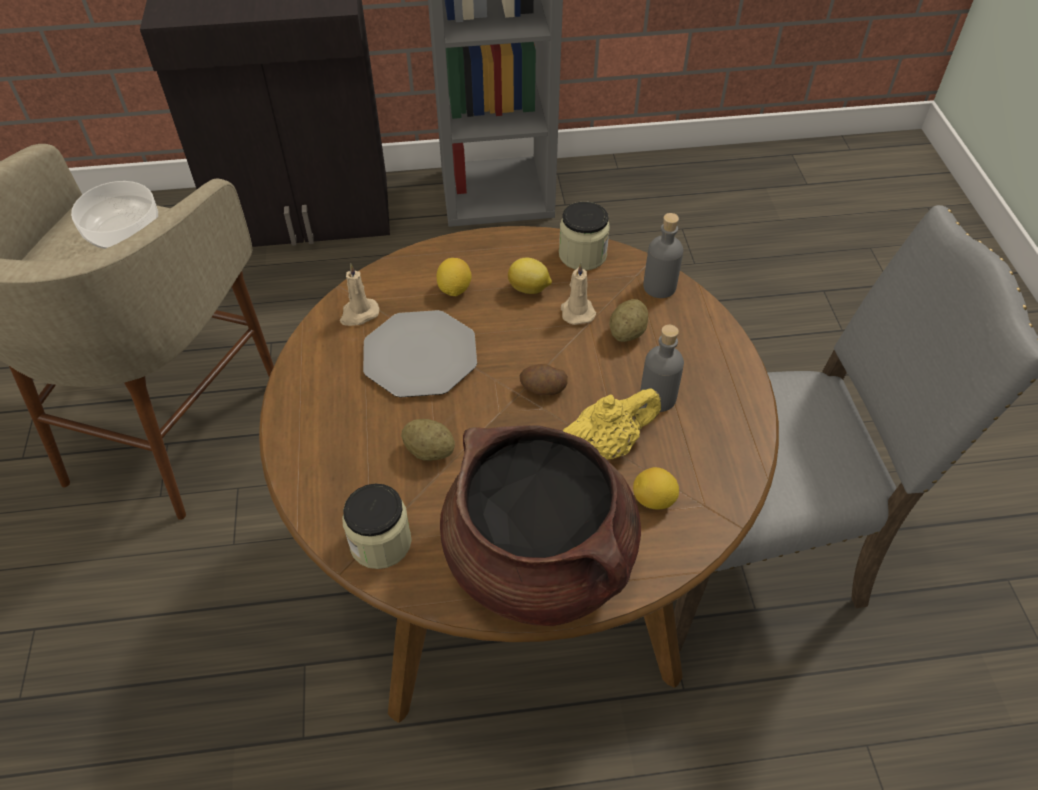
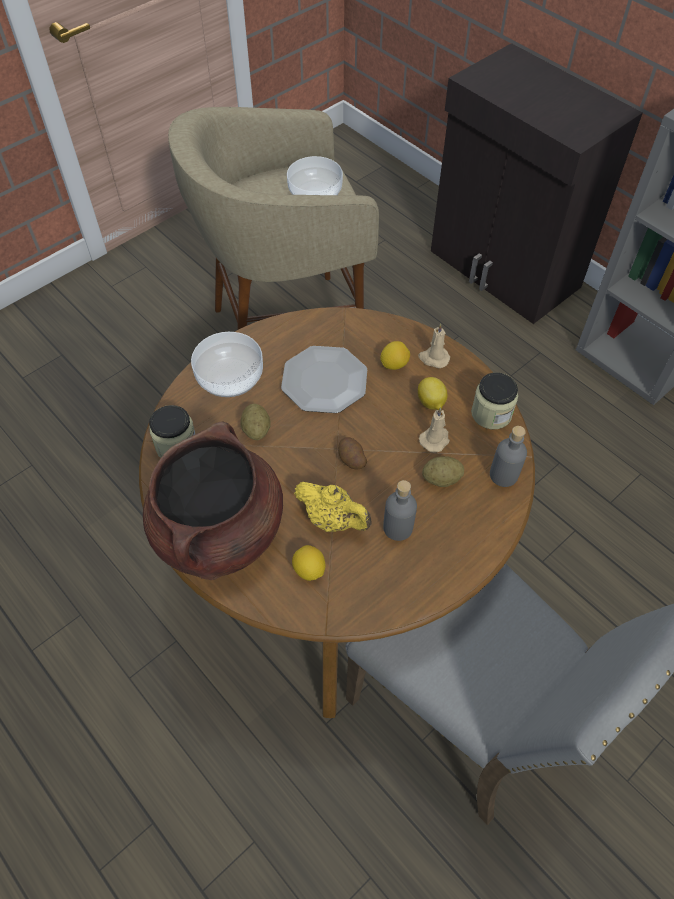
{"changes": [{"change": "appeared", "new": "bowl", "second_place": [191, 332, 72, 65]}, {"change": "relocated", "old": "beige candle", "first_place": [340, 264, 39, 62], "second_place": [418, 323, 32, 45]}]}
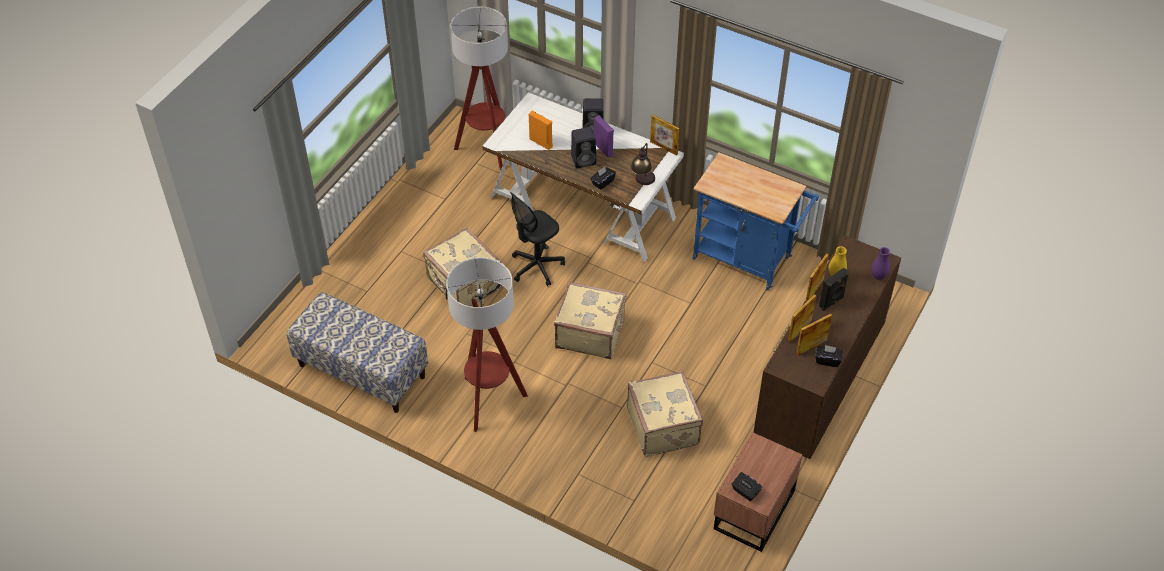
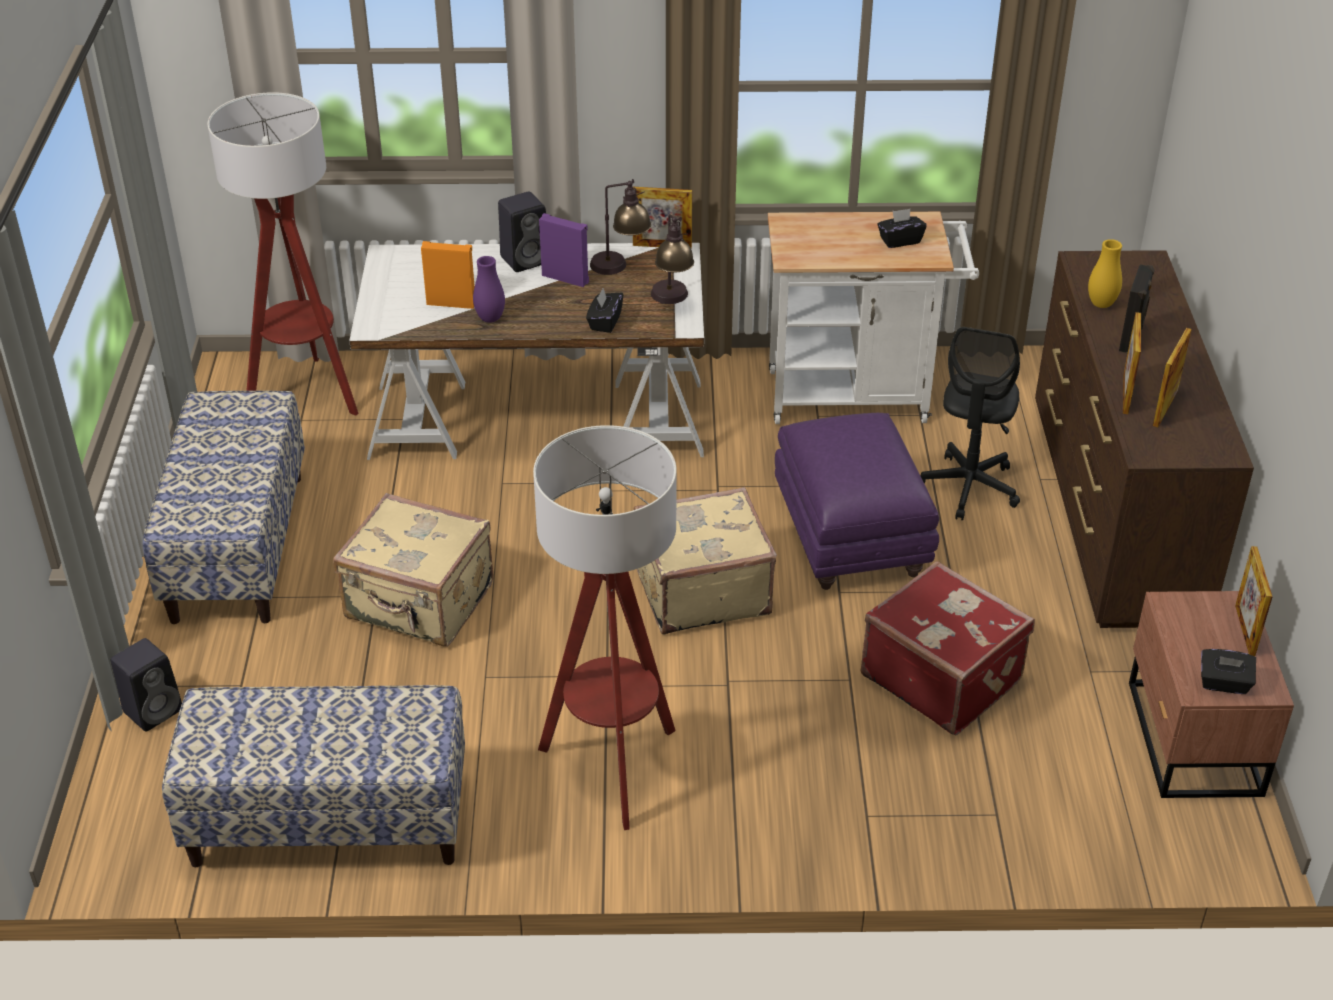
{"changes": [{"change": "appeared", "new": "bench", "second_place": [142, 391, 163, 233]}, {"change": "appeared", "new": "table lamp", "second_place": [590, 179, 61, 96]}, {"change": "appeared", "new": "purple ottoman", "second_place": [775, 413, 164, 177]}, {"change": "relocated", "old": "black office chair", "first_place": [510, 192, 55, 94], "second_place": [921, 327, 99, 193]}, {"change": "relocated", "old": "black speaker", "first_place": [571, 127, 25, 41], "second_place": [111, 638, 71, 94]}, {"change": "relocated", "old": "picture frame", "first_place": [805, 254, 24, 48], "second_place": [1235, 546, 38, 110]}, {"change": "relocated", "old": "black tissue box", "first_place": [815, 345, 28, 22], "second_place": [878, 209, 49, 39]}, {"change": "relocated", "old": "purple vase", "first_place": [871, 247, 19, 33], "second_place": [473, 256, 32, 67]}, {"change": "colour", "old": "beige suitcase", "new": "red suitcase", "first_place": [627, 371, 76, 86], "second_place": [860, 561, 175, 174]}, {"change": "colour", "old": "blue cart", "new": "white cart", "first_place": [693, 152, 126, 138], "second_place": [768, 212, 211, 212]}]}
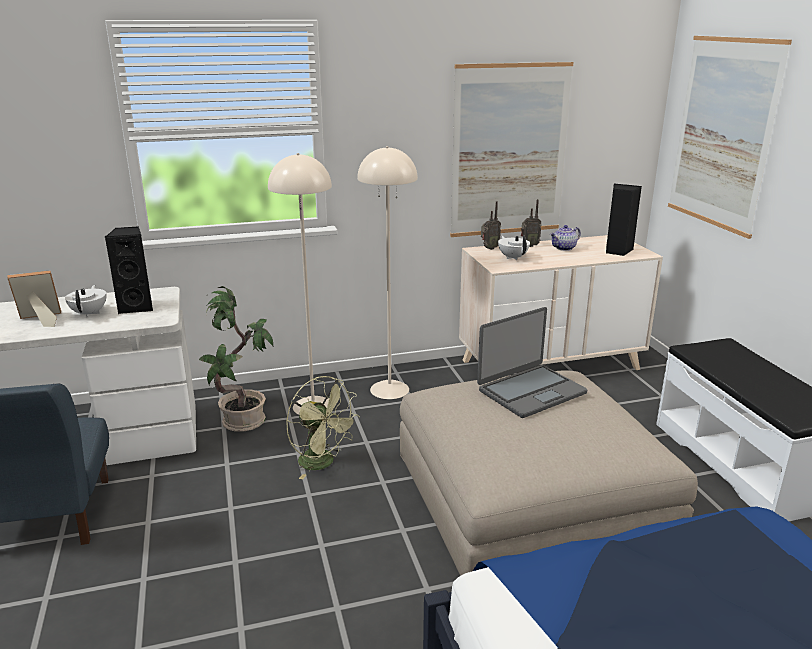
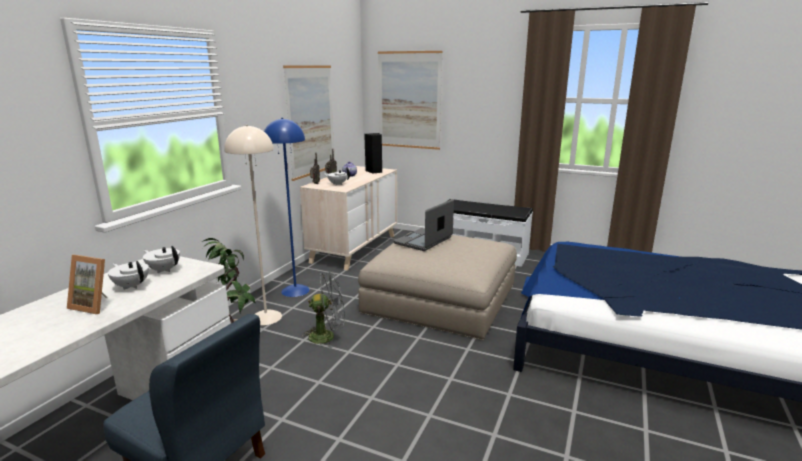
{"changes": [{"change": "exchanged", "old": "black speaker", "new": "white teapot", "first_place": [105, 226, 48, 88], "second_place": [143, 246, 37, 27]}, {"change": "colour", "old": "green fan", "new": "grey fan", "first_place": [286, 376, 74, 103], "second_place": [301, 272, 44, 77]}, {"change": "colour", "old": "beige floor lamp", "new": "blue floor lamp", "first_place": [357, 146, 61, 253], "second_place": [264, 118, 46, 179]}, {"change": "spun", "old": "picture frame", "first_place": [7, 270, 54, 57], "second_place": [67, 255, 41, 59], "degrees": -90}, {"change": "spun", "old": "laptop", "first_place": [477, 307, 110, 111], "second_place": [394, 199, 60, 52], "degrees": -150}]}
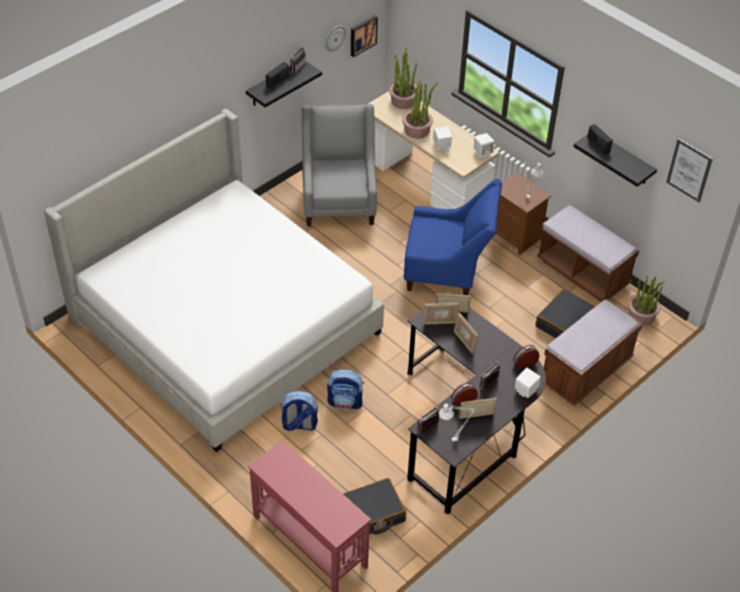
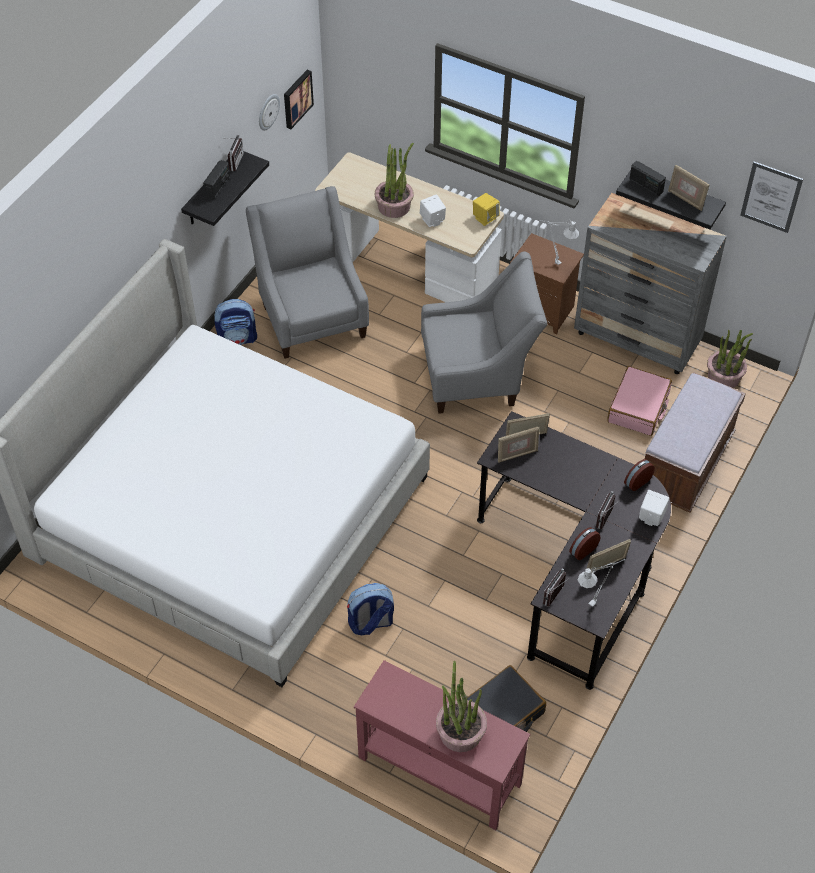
{"changes": [{"change": "relocated", "old": "backpack", "first_place": [327, 369, 37, 40], "second_place": [214, 299, 43, 46]}, {"change": "relocated", "old": "potted plant", "first_place": [389, 47, 30, 62], "second_place": [436, 661, 51, 91]}, {"change": "relocated", "old": "picture frame", "first_place": [454, 312, 24, 42], "second_place": [668, 165, 41, 46]}, {"change": "exchanged", "old": "brown bench", "new": "grey dresser", "first_place": [537, 204, 102, 98], "second_place": [574, 193, 153, 181]}, {"change": "colour", "old": "blue armchair", "new": "grey armchair", "first_place": [404, 179, 98, 116], "second_place": [421, 251, 126, 163]}, {"change": "colour", "old": "white speaker", "new": "yellow speaker", "first_place": [474, 133, 20, 25], "second_place": [473, 193, 27, 33]}, {"change": "colour", "old": "black suitcase", "new": "pink suitcase", "first_place": [536, 288, 59, 50], "second_place": [607, 366, 65, 70]}]}
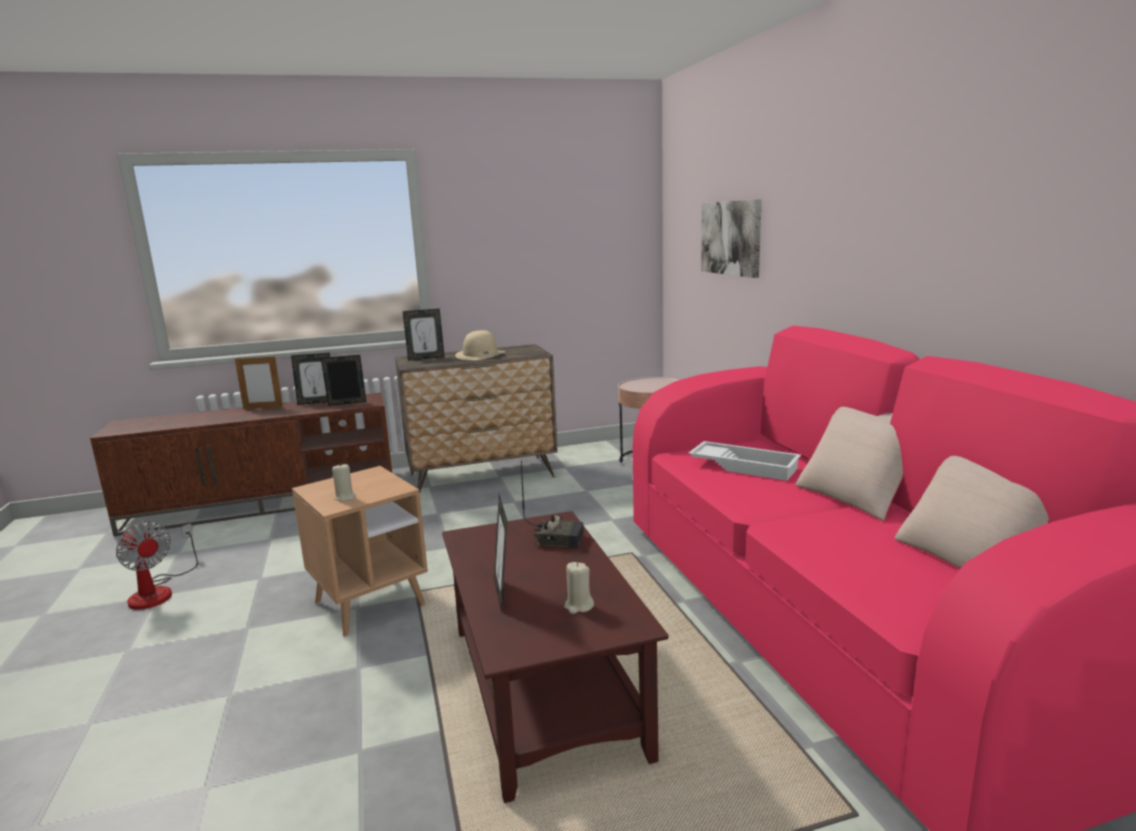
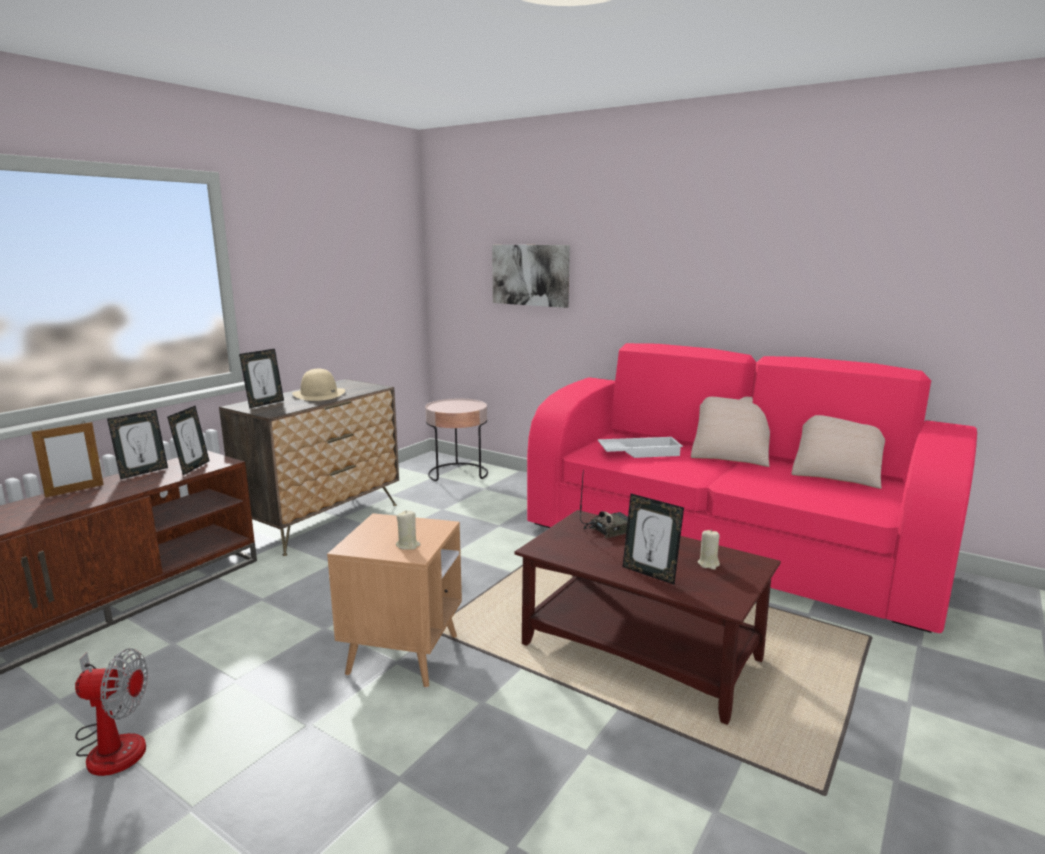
{"changes": [{"change": "spun", "old": "picture frame", "first_place": [321, 355, 45, 51], "second_place": [167, 406, 42, 69], "degrees": 150}]}
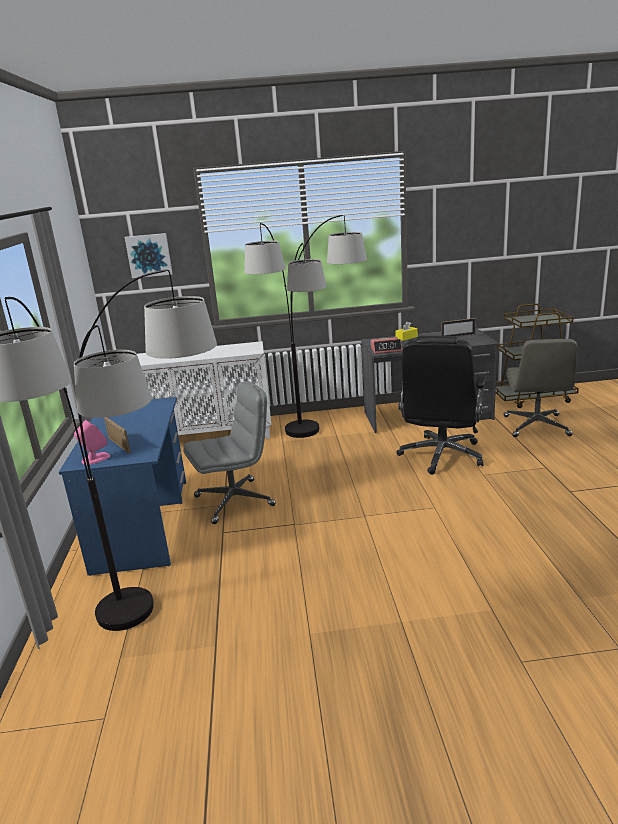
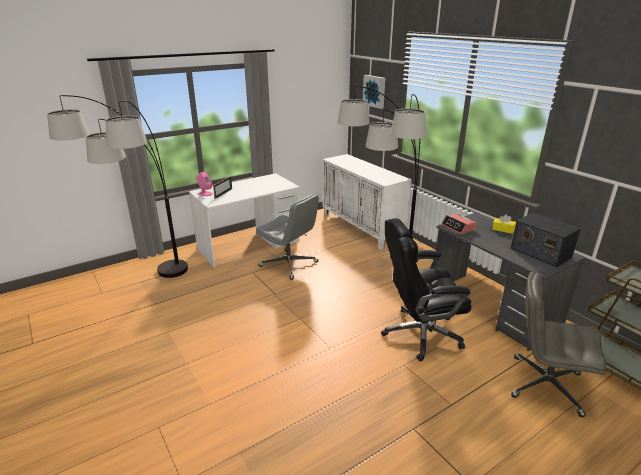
{"changes": [{"change": "exchanged", "old": "picture frame", "new": "radio", "first_place": [441, 318, 35, 19], "second_place": [511, 213, 69, 54]}, {"change": "colour", "old": "blue desk", "new": "white desk", "first_place": [59, 397, 127, 179], "second_place": [189, 173, 111, 95]}, {"change": "spun", "old": "grey office chair", "first_place": [504, 339, 74, 98], "second_place": [511, 272, 95, 145], "degrees": 45}]}
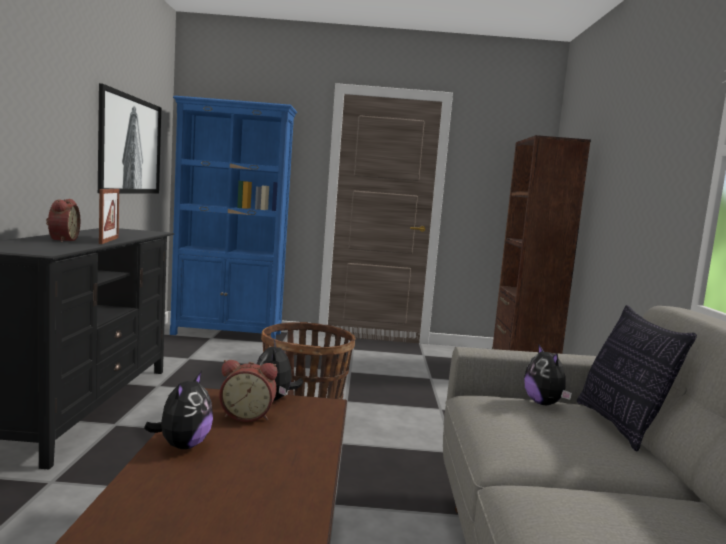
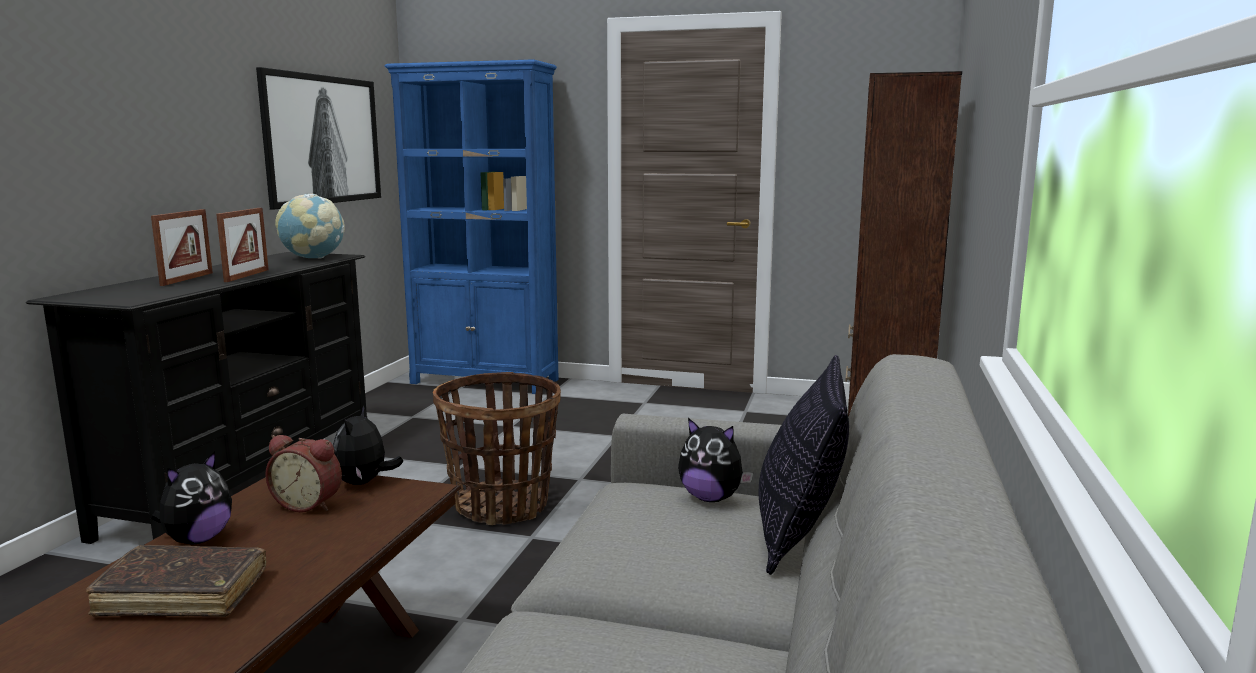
{"changes": [{"change": "appeared", "new": "brown book", "second_place": [86, 545, 180, 72]}, {"change": "appeared", "new": "globe", "second_place": [275, 194, 70, 65]}, {"change": "exchanged", "old": "alarm clock", "new": "picture frame", "first_place": [46, 199, 34, 43], "second_place": [151, 209, 62, 77]}, {"change": "spun", "old": "plush toy", "first_place": [524, 343, 48, 62], "second_place": [678, 418, 75, 84], "degrees": -60}]}
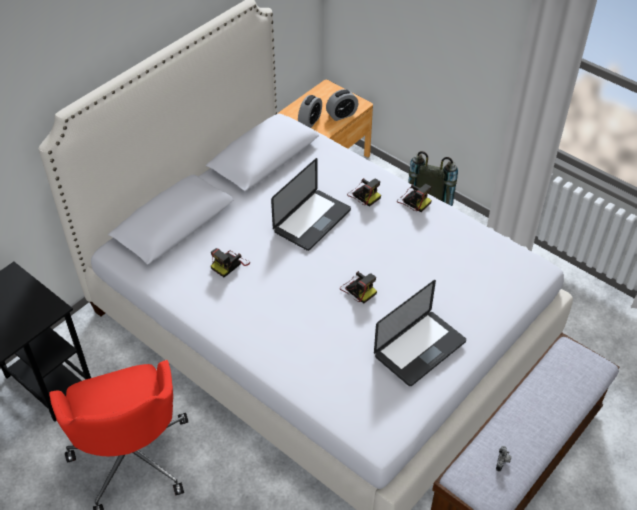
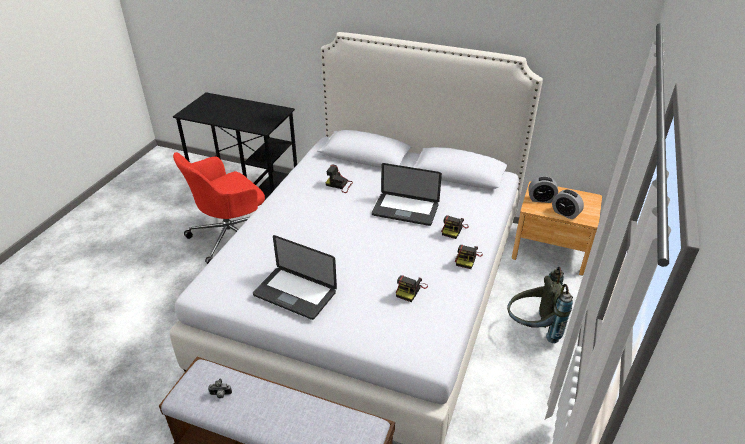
{"changes": [{"change": "relocated", "old": "photo camera", "first_place": [340, 271, 37, 32], "second_place": [396, 275, 32, 27]}]}
